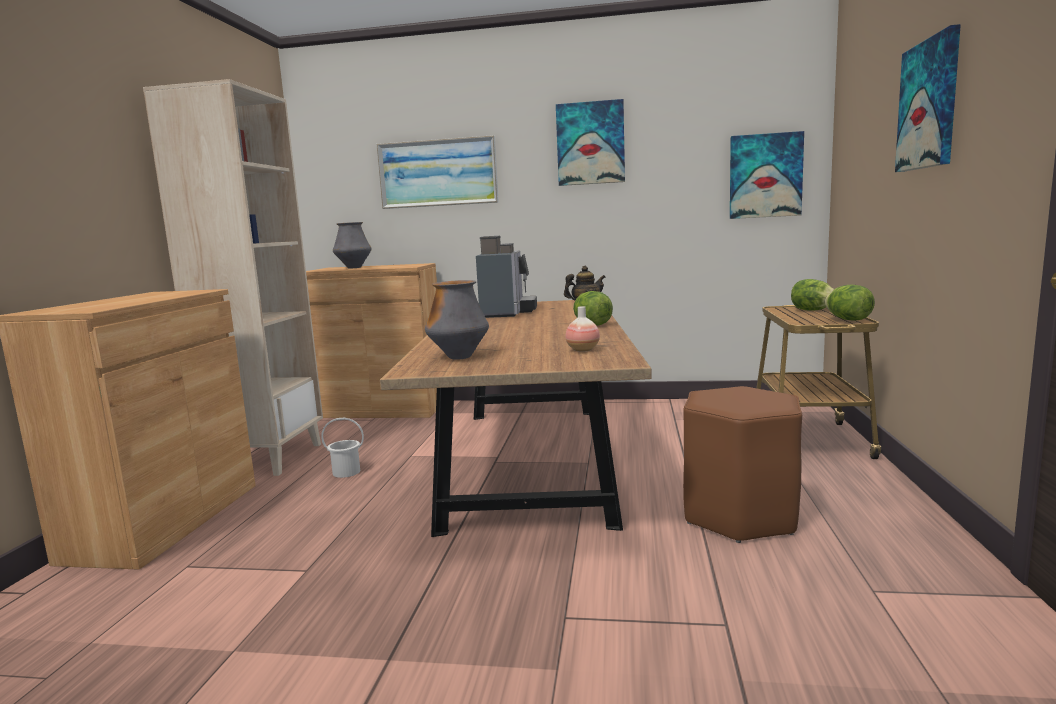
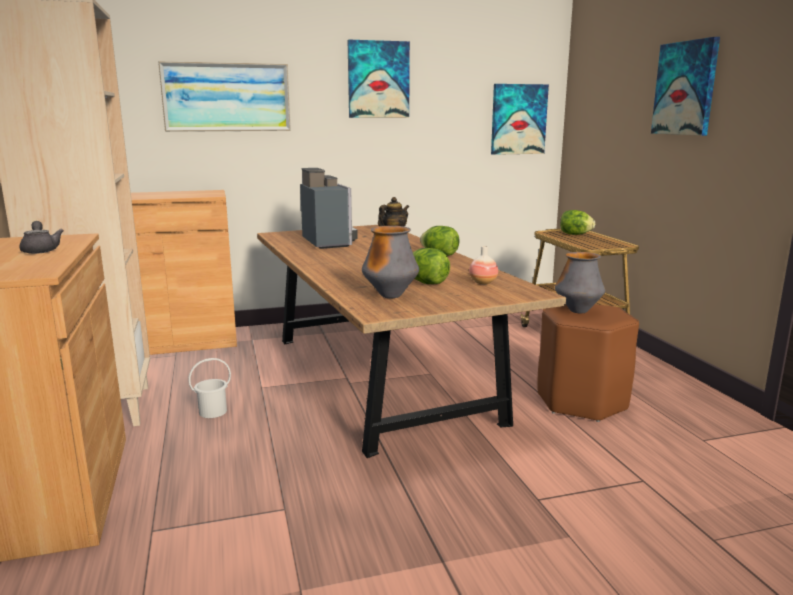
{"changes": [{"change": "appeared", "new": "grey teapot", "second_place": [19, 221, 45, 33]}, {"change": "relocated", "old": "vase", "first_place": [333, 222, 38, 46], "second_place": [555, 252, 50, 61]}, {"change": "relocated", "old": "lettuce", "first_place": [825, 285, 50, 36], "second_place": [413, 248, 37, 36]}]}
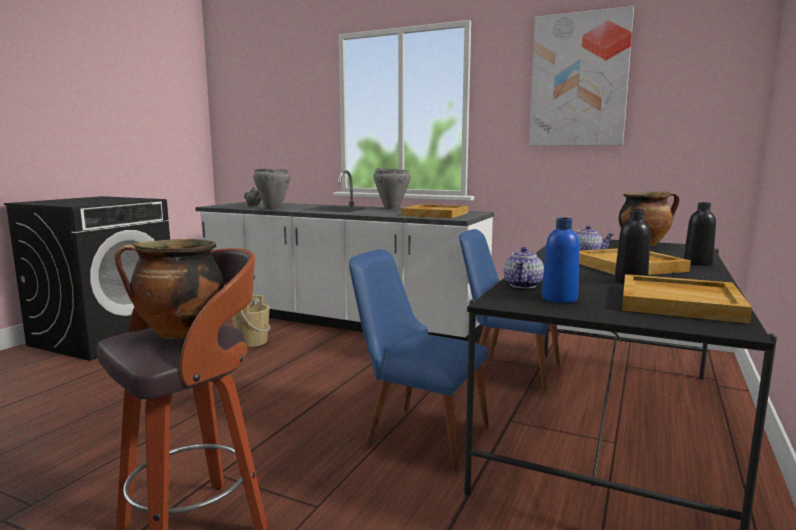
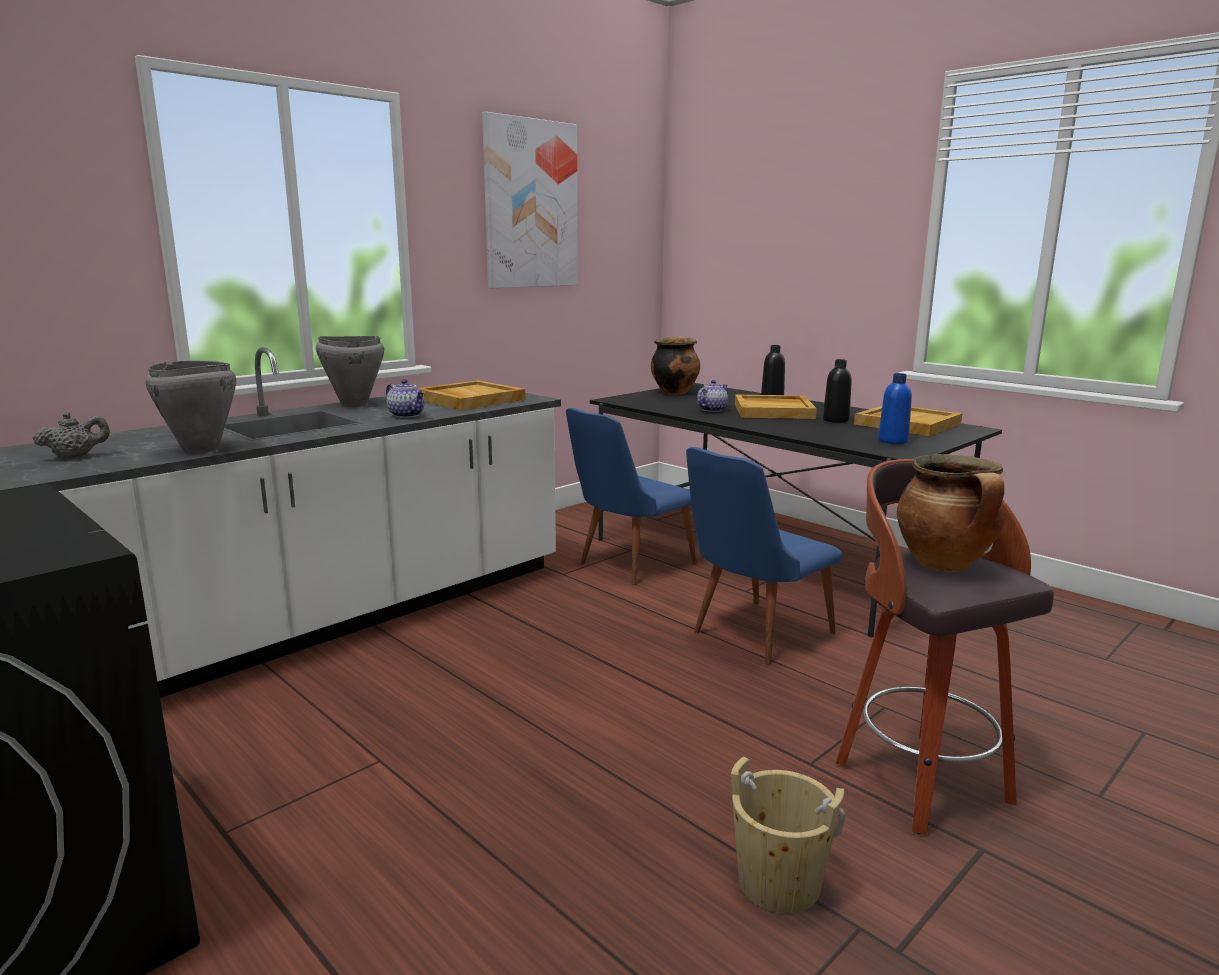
{"changes": [{"change": "relocated", "old": "beige bucket", "first_place": [232, 295, 38, 52], "second_place": [731, 757, 114, 156]}, {"change": "relocated", "old": "teapot", "first_place": [504, 247, 40, 41], "second_place": [386, 379, 39, 39]}]}
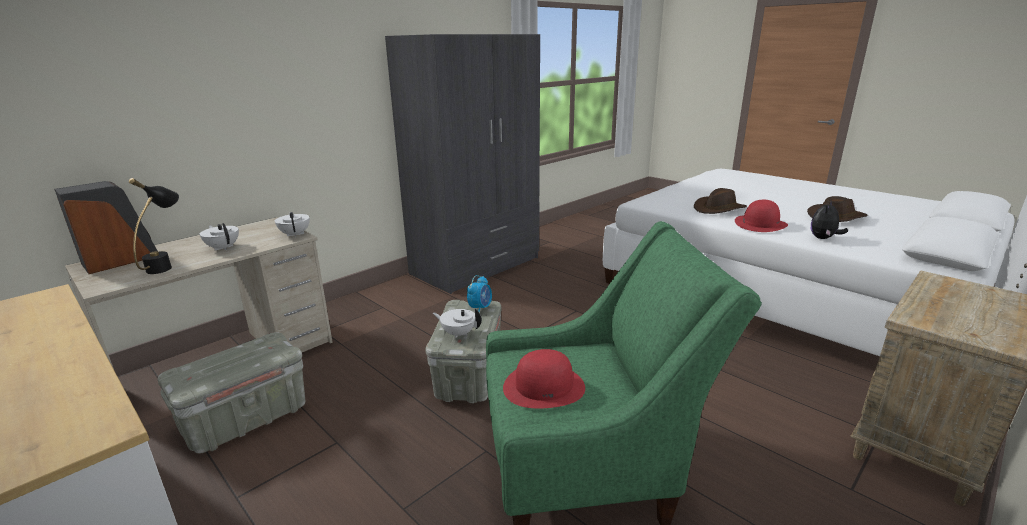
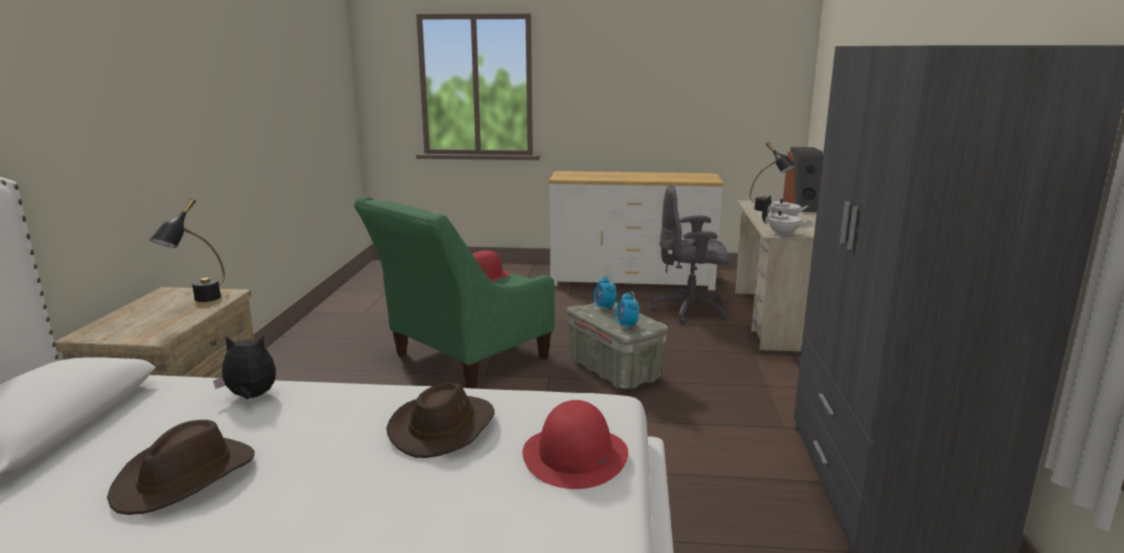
{"changes": [{"change": "appeared", "new": "black table lamp", "second_place": [149, 198, 76, 104]}, {"change": "relocated", "old": "red hat", "first_place": [735, 200, 53, 32], "second_place": [523, 400, 105, 89]}, {"change": "exchanged", "old": "grey storage box", "new": "grey office chair", "first_place": [157, 332, 148, 122], "second_place": [651, 184, 78, 141]}, {"change": "exchanged", "old": "white teapot", "new": "alarm clock", "first_place": [433, 308, 49, 30], "second_place": [594, 275, 22, 37]}, {"change": "spun", "old": "plush toy", "first_place": [811, 201, 37, 38], "second_place": [213, 336, 63, 63], "degrees": -90}]}
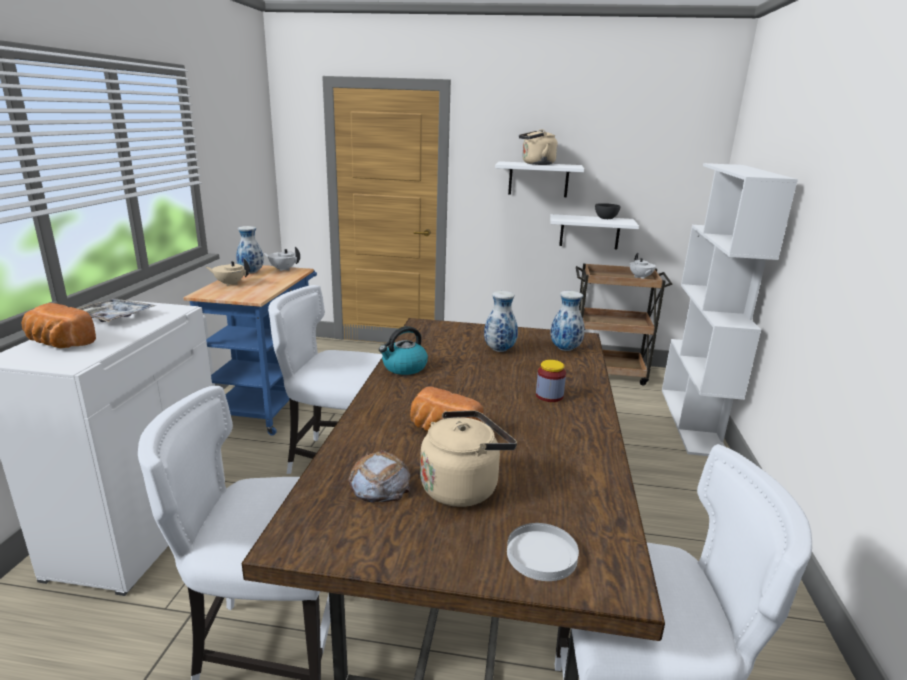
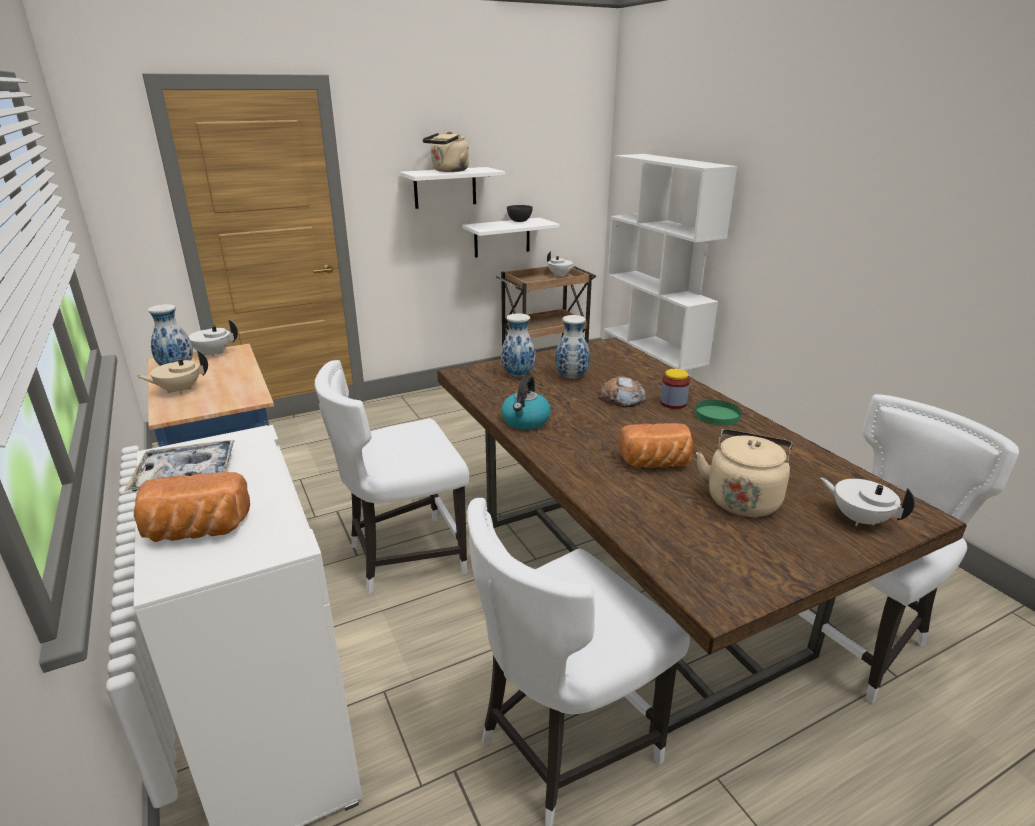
{"changes": [{"change": "appeared", "new": "green plate", "second_place": [695, 400, 47, 26]}, {"change": "relocated", "old": "bread", "first_place": [348, 450, 62, 53], "second_place": [599, 376, 48, 31]}, {"change": "relocated", "old": "vase", "first_place": [550, 291, 35, 60], "second_place": [501, 313, 35, 64]}, {"change": "exchanged", "old": "white plate", "new": "white teapot", "first_place": [507, 523, 72, 58], "second_place": [820, 477, 95, 49]}]}
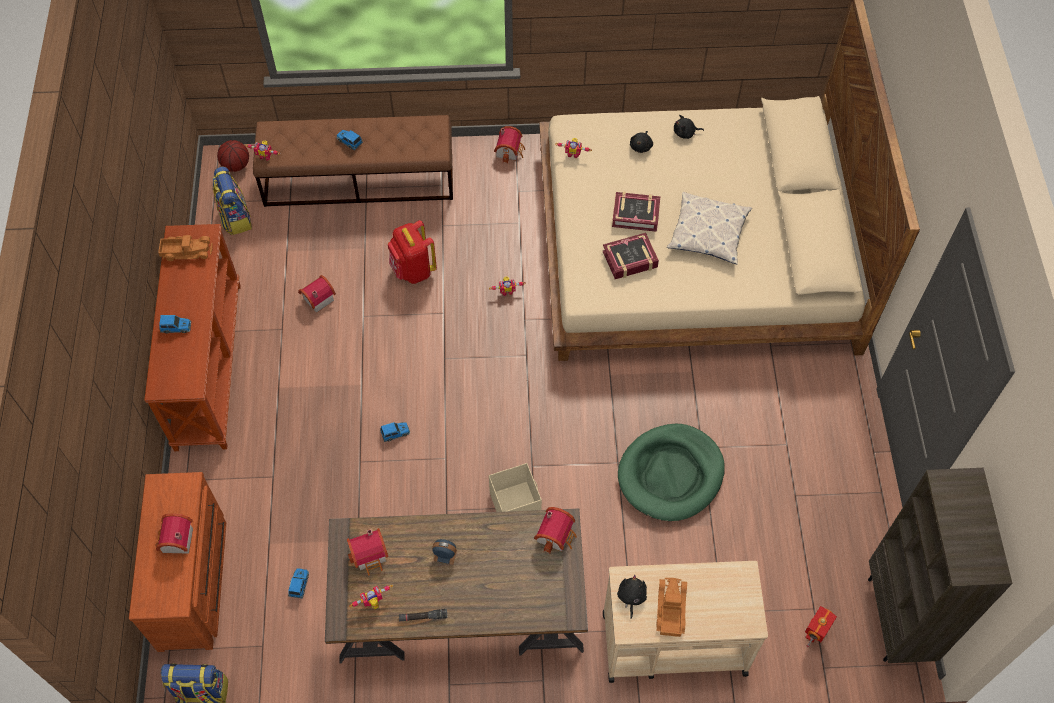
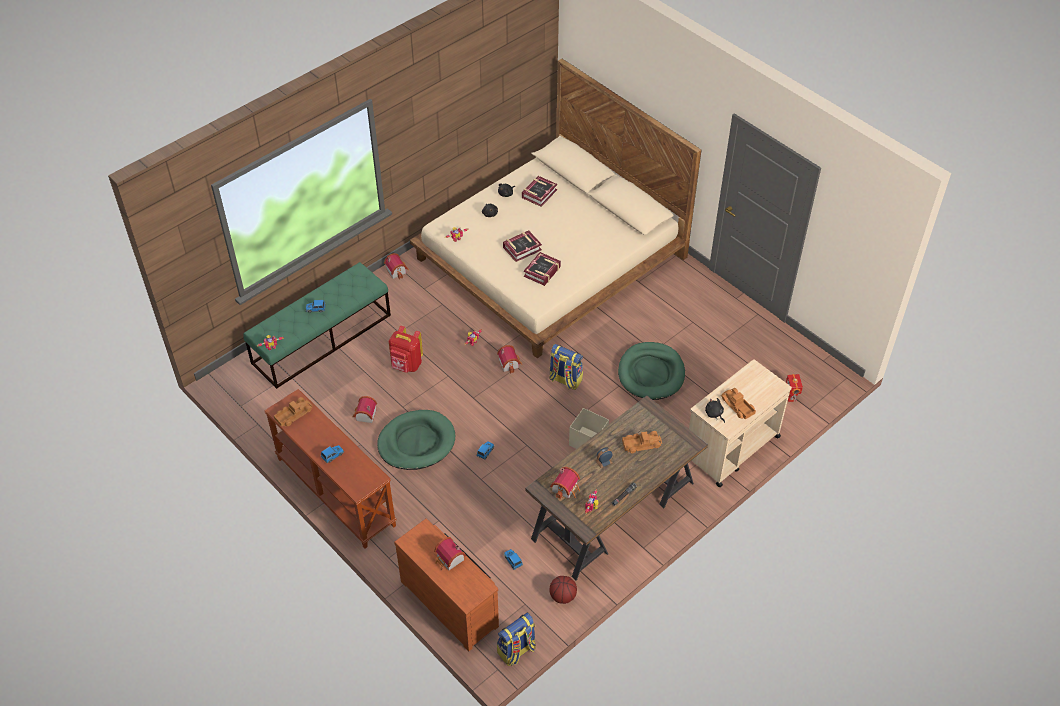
{"changes": [{"change": "missing", "old": "pillow", "first_place": [667, 192, 85, 72]}, {"change": "missing", "old": "brown bookcase", "first_place": [868, 468, 145, 195]}, {"change": "appeared", "new": "green dog bed", "second_place": [377, 410, 78, 60]}, {"change": "appeared", "new": "book", "second_place": [522, 176, 35, 31]}, {"change": "appeared", "new": "toy truck", "second_place": [622, 431, 40, 22]}, {"change": "relocated", "old": "backpack", "first_place": [213, 166, 39, 69], "second_place": [549, 344, 34, 46]}, {"change": "relocated", "old": "basketball", "first_place": [217, 140, 32, 32], "second_place": [549, 576, 28, 28]}, {"change": "relocated", "old": "toy house", "first_place": [534, 507, 43, 47], "second_place": [497, 345, 25, 29]}, {"change": "colour", "old": "brown bench", "new": "green bench", "first_place": [253, 115, 200, 92], "second_place": [243, 262, 148, 127]}]}
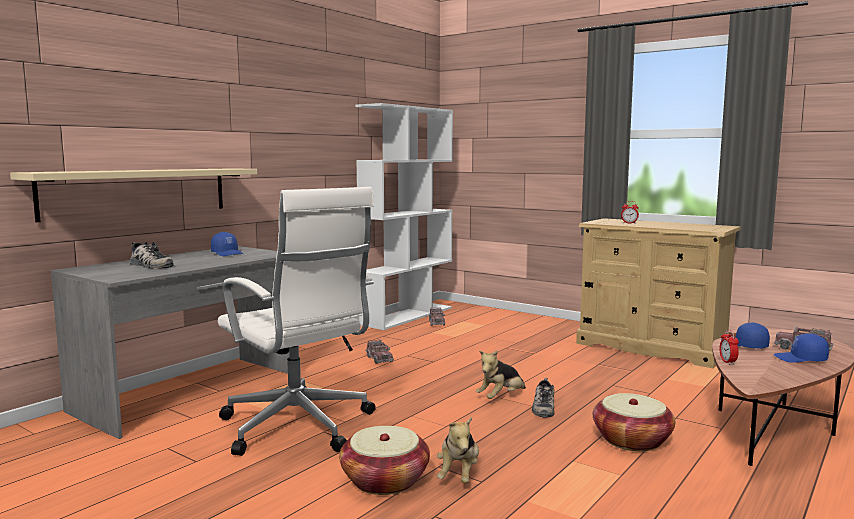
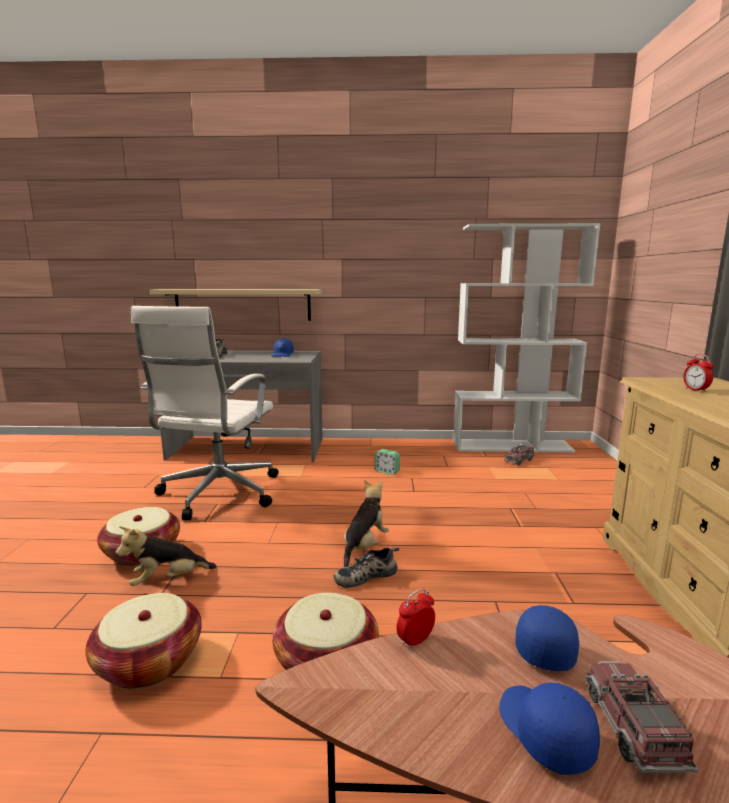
{"changes": [{"change": "appeared", "new": "basket", "second_place": [86, 593, 116, 96]}, {"change": "exchanged", "old": "toy truck", "new": "alarm clock", "first_place": [365, 340, 29, 24], "second_place": [374, 449, 26, 26]}, {"change": "spun", "old": "plush toy", "first_place": [476, 350, 50, 49], "second_place": [344, 481, 45, 86], "degrees": 105}]}
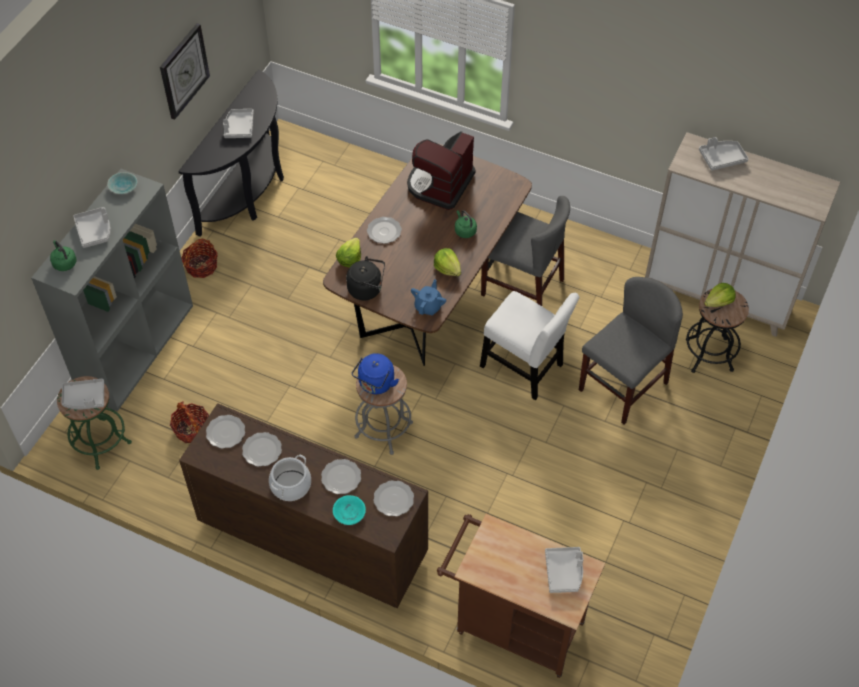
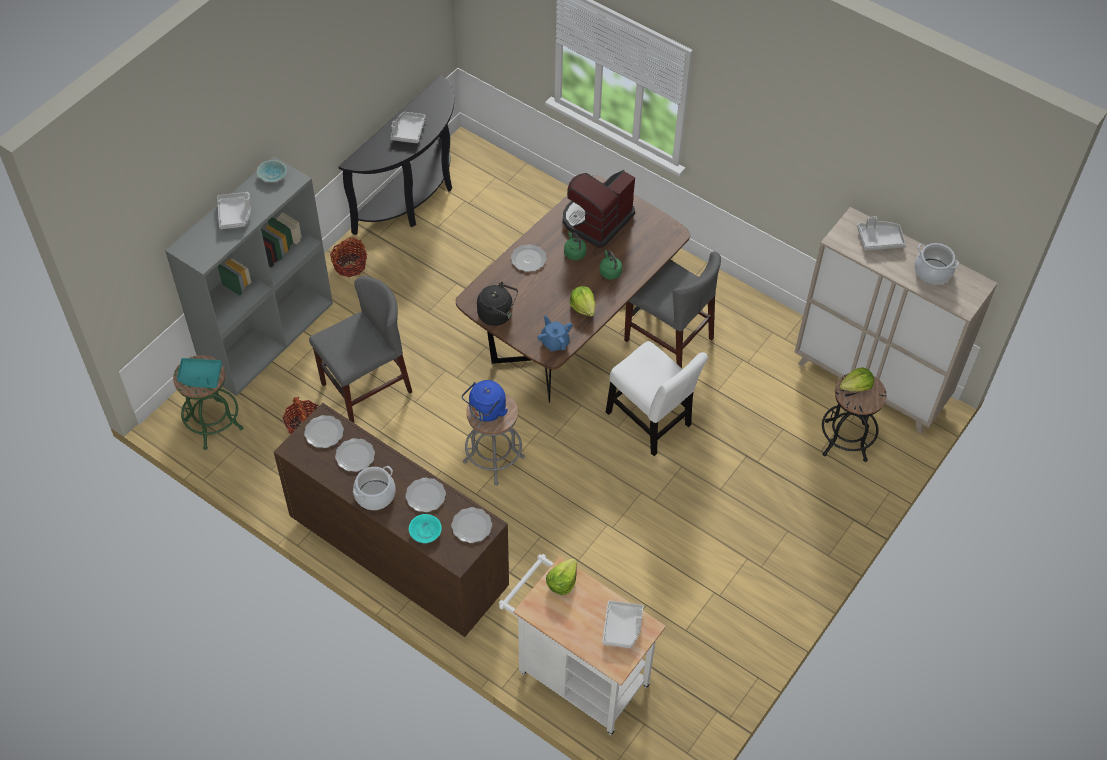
{"changes": [{"change": "missing", "old": "wall clock", "first_place": [160, 23, 50, 97]}, {"change": "appeared", "new": "cooking pot", "second_place": [915, 243, 44, 41]}, {"change": "relocated", "old": "green kettle", "first_place": [50, 240, 26, 31], "second_place": [564, 231, 23, 29]}, {"change": "relocated", "old": "lettuce", "first_place": [336, 238, 25, 30], "second_place": [546, 558, 31, 37]}, {"change": "relocated", "old": "grey chair", "first_place": [579, 277, 104, 147], "second_place": [309, 276, 103, 147]}, {"change": "colour", "old": "grey tray", "new": "turquoise tray", "first_place": [62, 379, 42, 31], "second_place": [177, 358, 45, 30]}, {"change": "colour", "old": "brown cart", "new": "white cart", "first_place": [437, 514, 168, 164], "second_place": [499, 554, 167, 181]}, {"change": "spun", "old": "blue teapot", "first_place": [411, 279, 35, 36], "second_place": [538, 316, 35, 36], "degrees": -60}]}
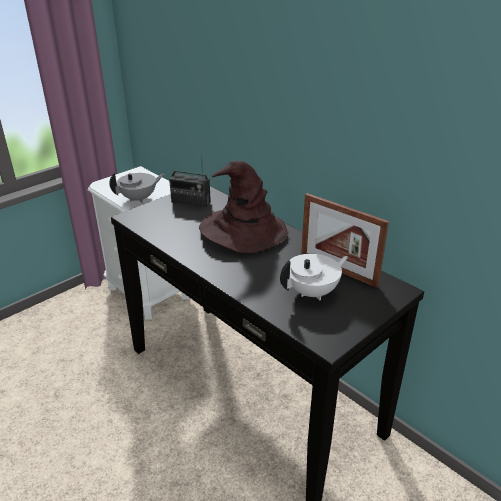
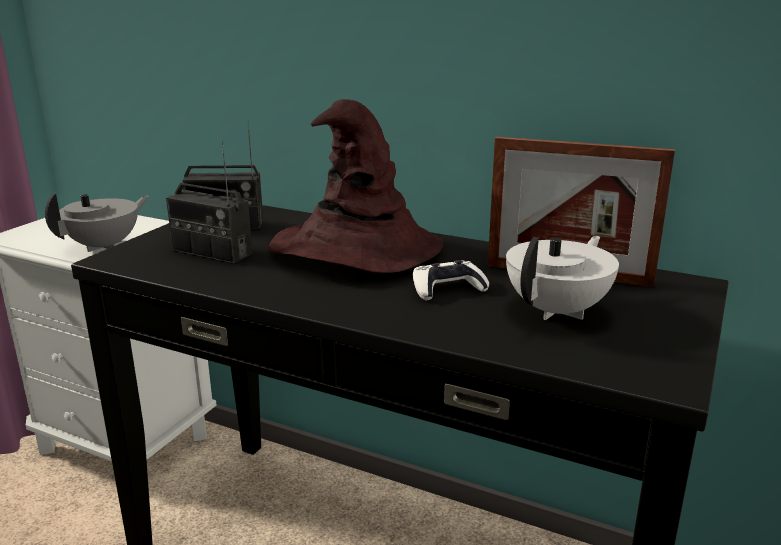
{"changes": [{"change": "appeared", "new": "radio", "second_place": [166, 141, 86, 123]}, {"change": "appeared", "new": "white game controller", "second_place": [413, 260, 76, 40]}]}
